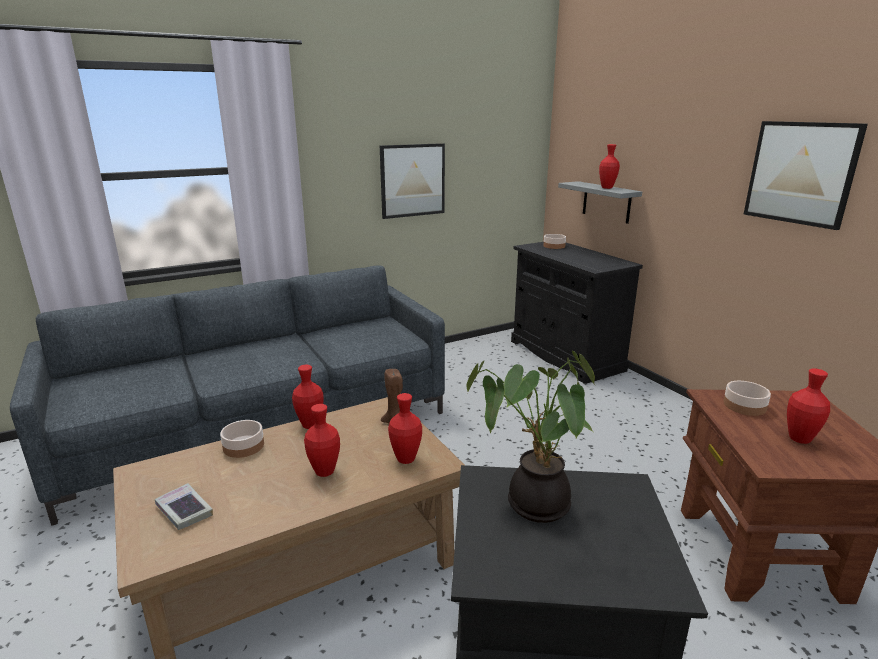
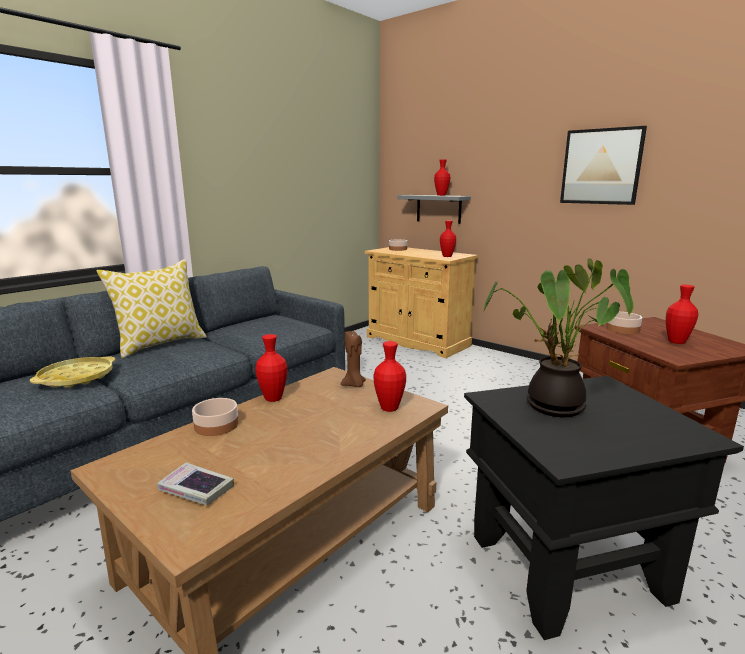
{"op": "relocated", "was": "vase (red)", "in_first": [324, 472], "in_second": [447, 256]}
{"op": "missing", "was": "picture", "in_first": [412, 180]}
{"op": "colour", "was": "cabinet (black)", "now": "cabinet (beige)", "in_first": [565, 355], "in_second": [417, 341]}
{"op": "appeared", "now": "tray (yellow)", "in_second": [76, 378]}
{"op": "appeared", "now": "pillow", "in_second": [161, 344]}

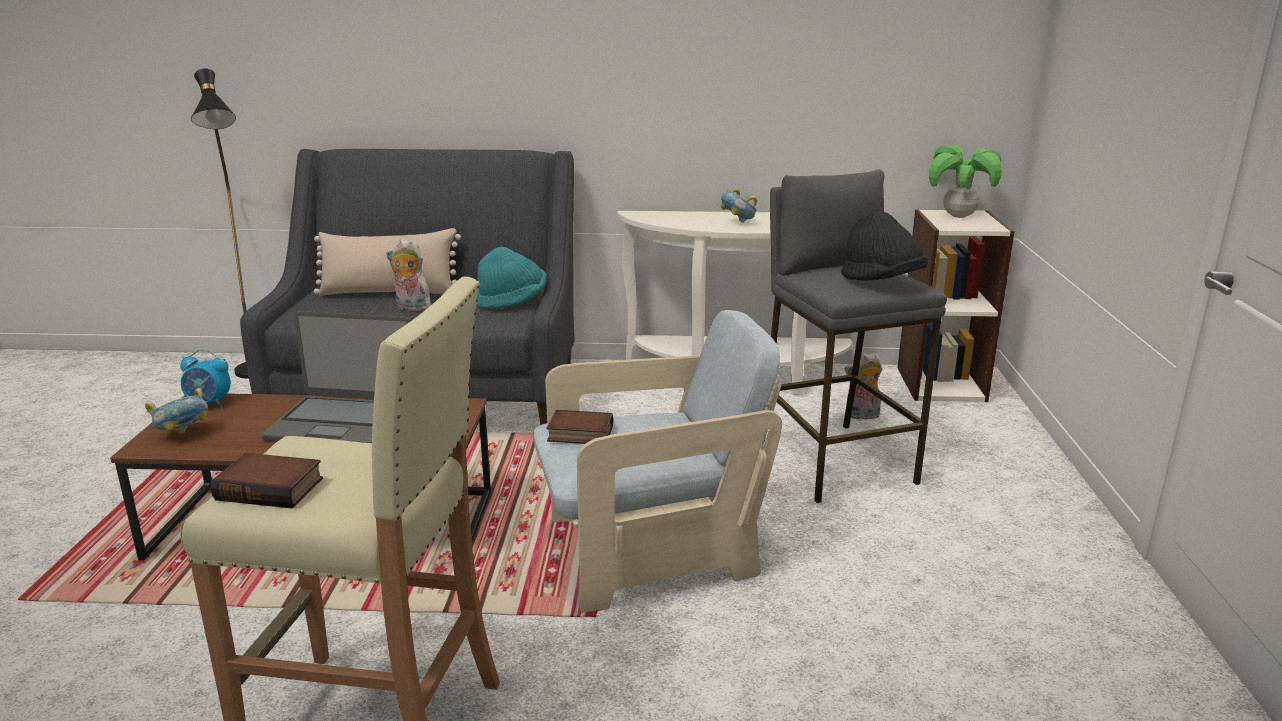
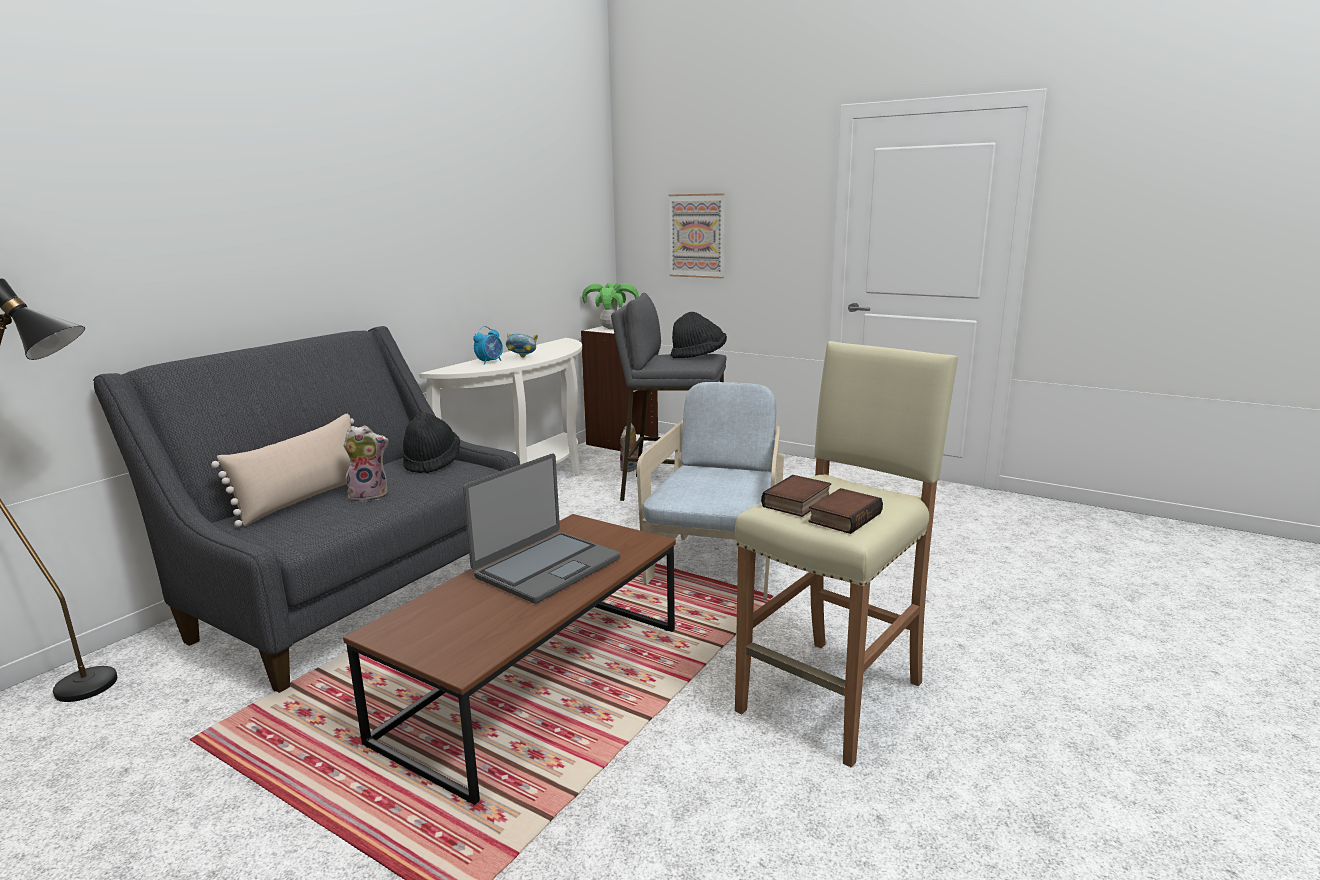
{"op": "missing", "was": "bowl", "in_first": [184, 434]}
{"op": "relocated", "was": "alarm clock", "in_first": [209, 404], "in_second": [490, 362]}
{"op": "spun", "was": "plush toy", "in_first": [411, 308], "in_second": [370, 495], "clockwise": -150}
{"op": "colour", "was": "hat (turquoise)", "now": "hat (black)", "in_first": [512, 302], "in_second": [432, 463]}
{"op": "relocated", "was": "book", "in_first": [579, 434], "in_second": [798, 503]}
{"op": "appeared", "now": "picture", "in_second": [697, 236]}

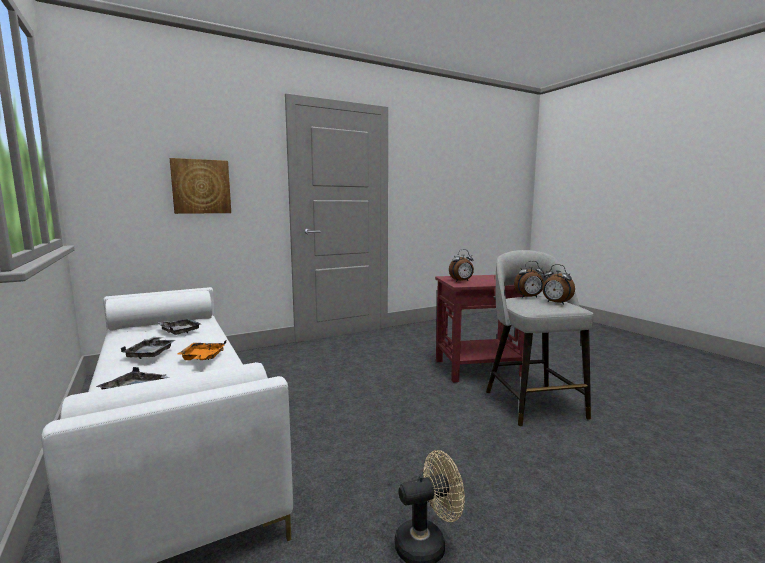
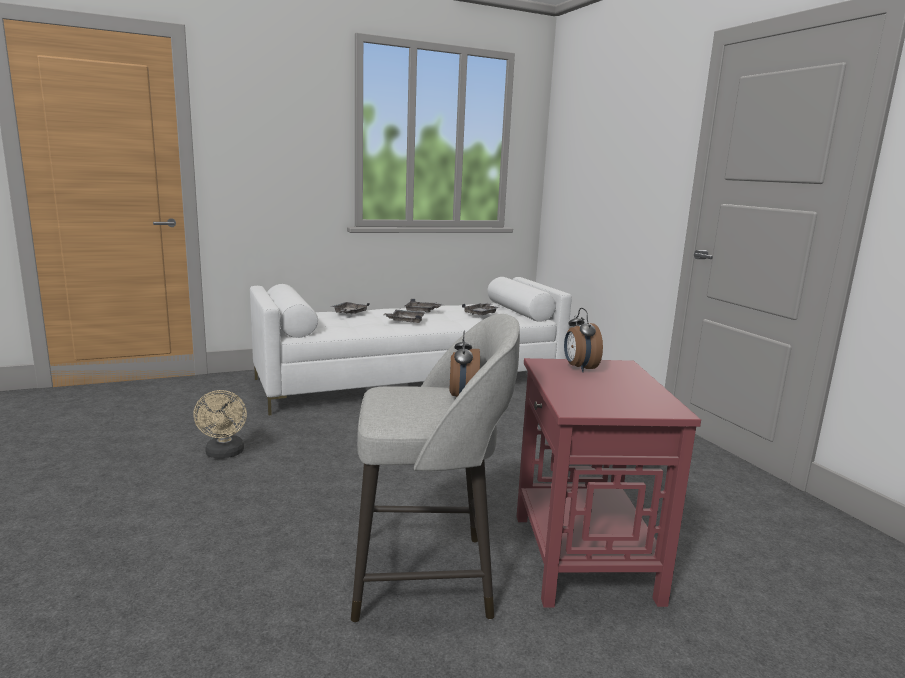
{"op": "missing", "was": "picture", "in_first": [201, 186]}
{"op": "colour", "was": "tray (orange)", "now": "tray (grey)", "in_first": [202, 358], "in_second": [405, 321]}
{"op": "missing", "was": "alarm clock", "in_first": [556, 303]}

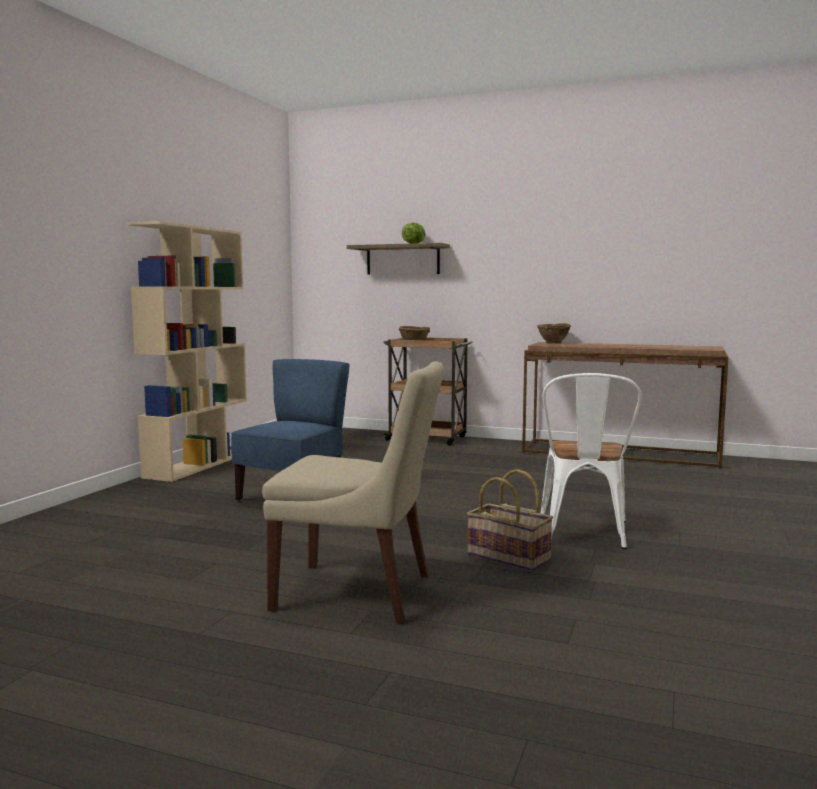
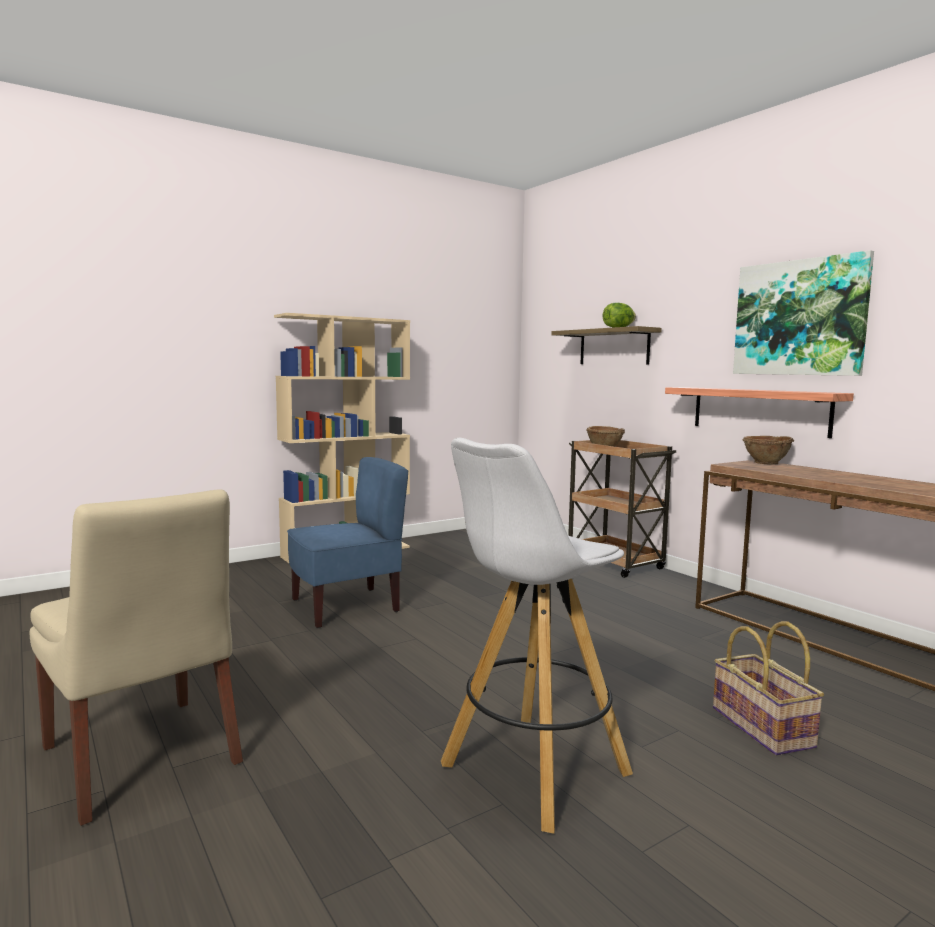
{"op": "relocated", "was": "basket", "in_first": [509, 557], "in_second": [763, 727]}
{"op": "exchanged", "was": "chair (white)", "now": "stool (white)", "in_first": [584, 535], "in_second": [532, 771]}
{"op": "appeared", "now": "shelf", "in_second": [759, 410]}
{"op": "appeared", "now": "picture", "in_second": [799, 318]}

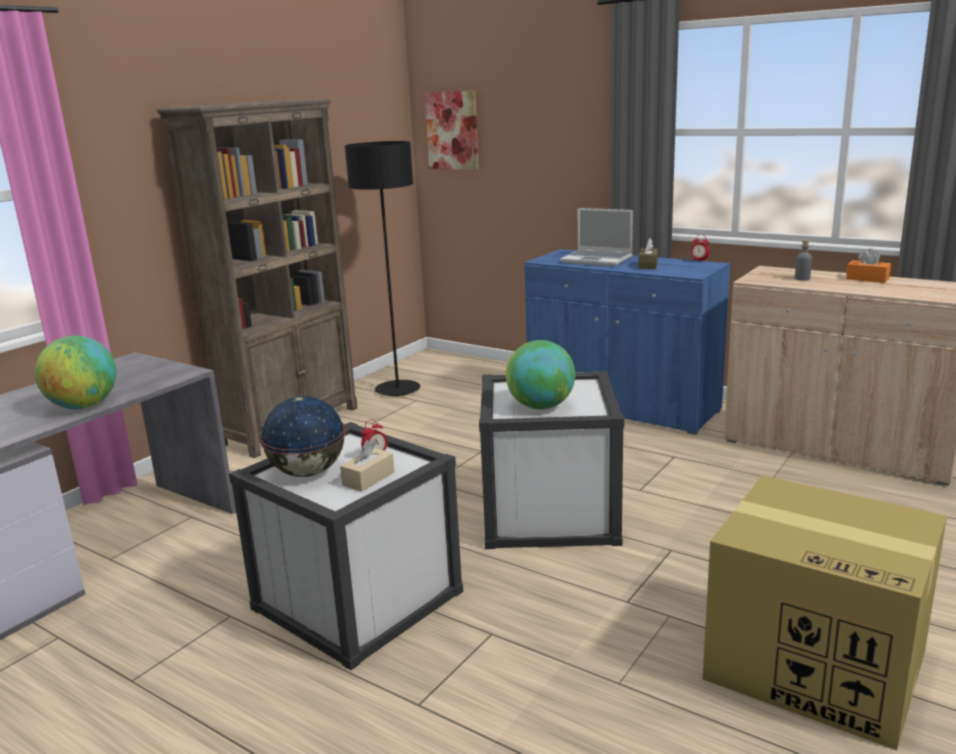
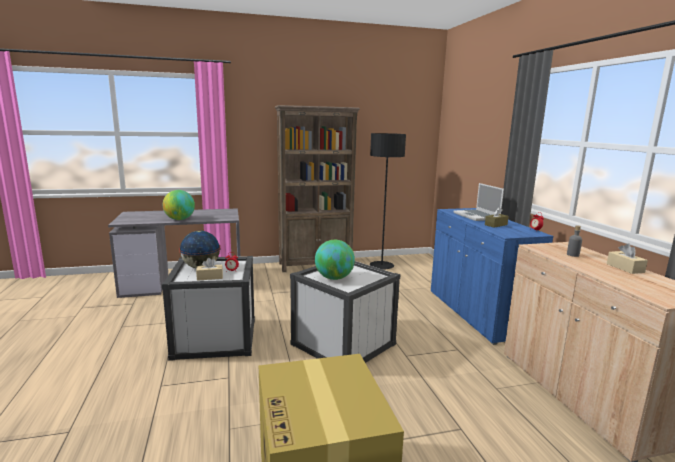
{"op": "missing", "was": "picture", "in_first": [452, 130]}
{"op": "colour", "was": "tissue box (orange)", "now": "tissue box (beige)", "in_first": [867, 279], "in_second": [625, 268]}

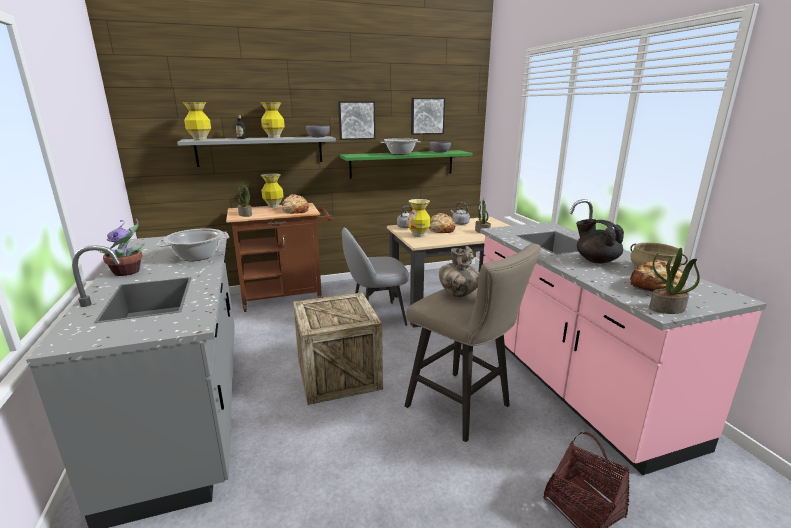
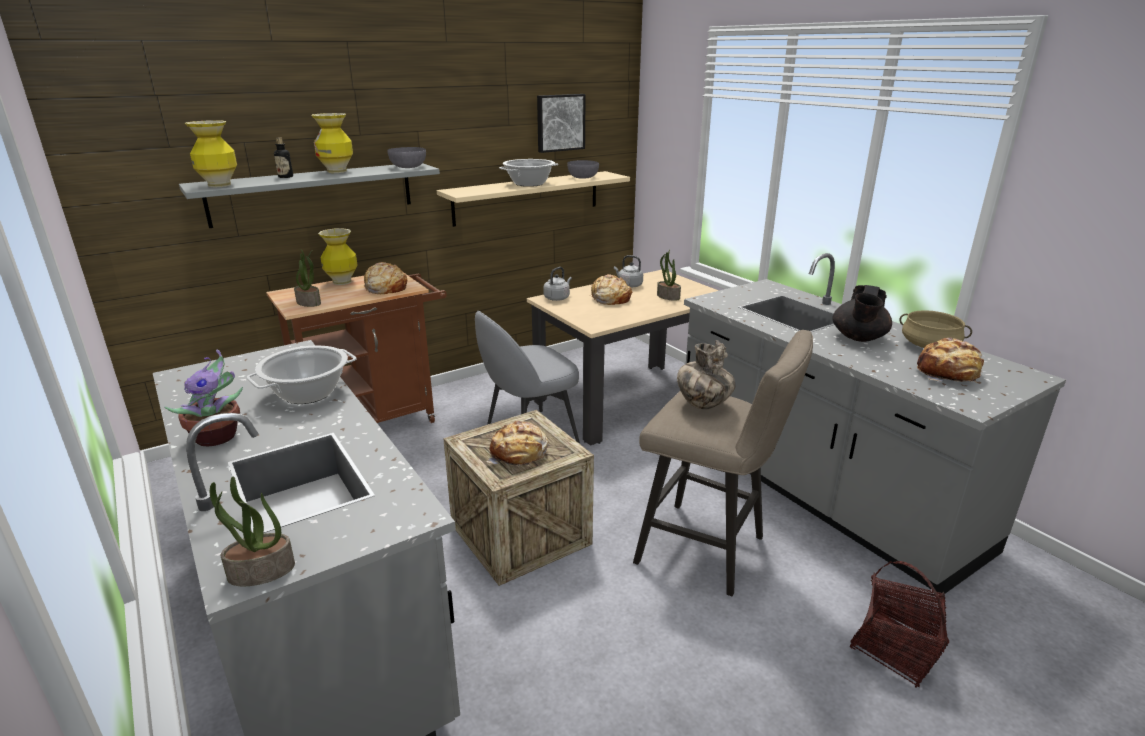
{"op": "missing", "was": "picture", "in_first": [356, 120]}
{"op": "colour", "was": "shelf (green)", "now": "shelf (beige)", "in_first": [402, 164], "in_second": [527, 198]}
{"op": "missing", "was": "vase", "in_first": [418, 235]}
{"op": "colour", "was": "counter (pink)", "now": "counter (grey)", "in_first": [569, 380], "in_second": [819, 490]}
{"op": "spun", "was": "teapot (black)", "in_first": [596, 260], "in_second": [858, 338], "clockwise": -105}
{"op": "relocated", "was": "potted plant", "in_first": [667, 309], "in_second": [260, 572]}
{"op": "appeared", "now": "bread", "in_second": [519, 454]}

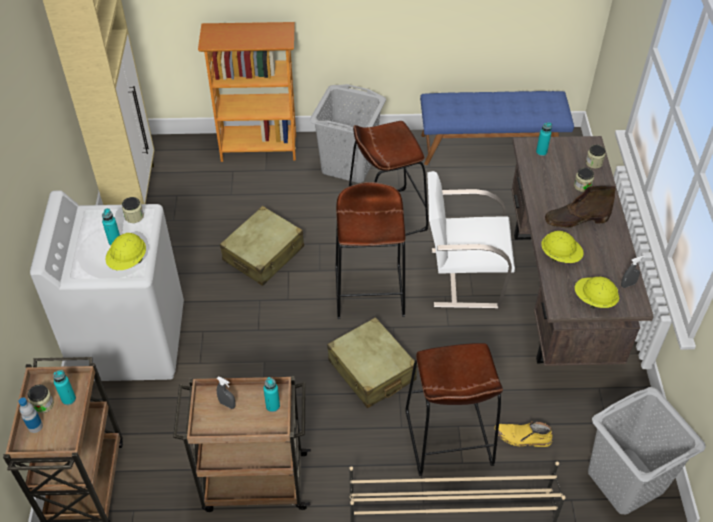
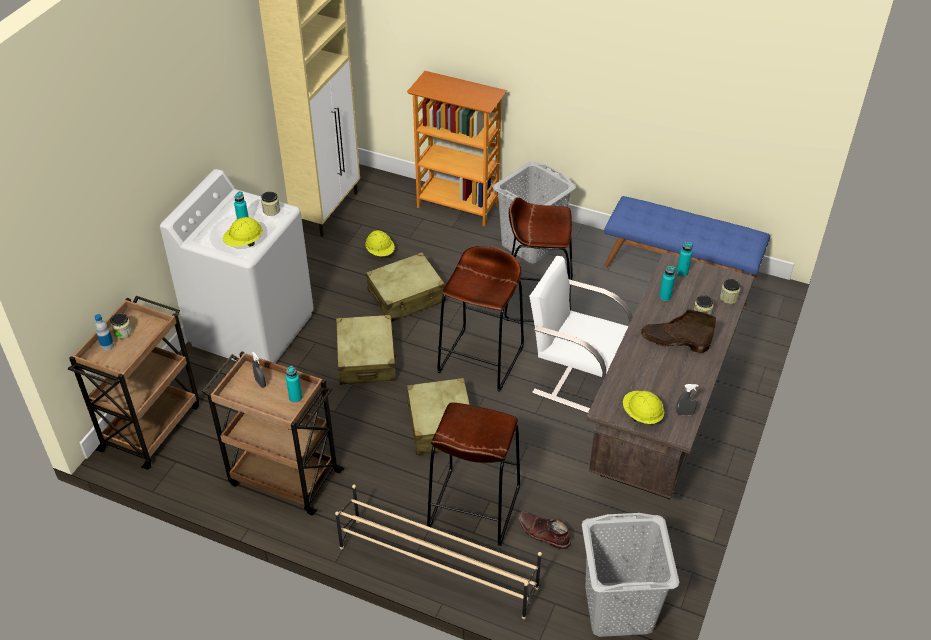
{"op": "relocated", "was": "bottle (turquoise)", "in_first": [68, 399], "in_second": [665, 297]}
{"op": "colour", "was": "boot (yellow)", "now": "boot (brown)", "in_first": [522, 437], "in_second": [543, 533]}
{"op": "relocated", "was": "hard hat (yellow)", "in_first": [560, 256], "in_second": [380, 252]}
{"op": "appeared", "now": "suitcase (beige)", "in_second": [366, 358]}

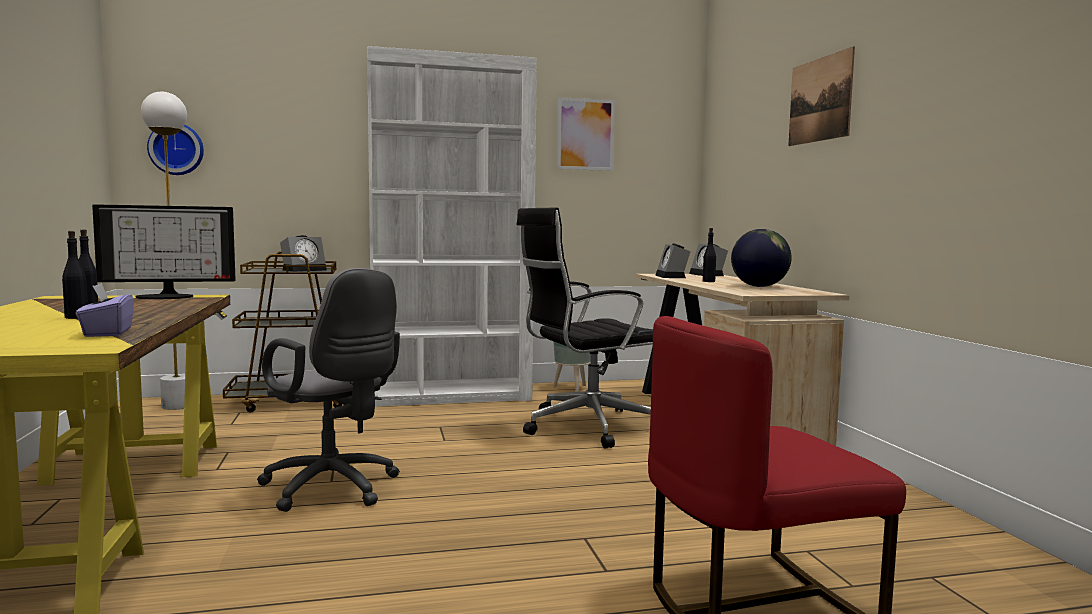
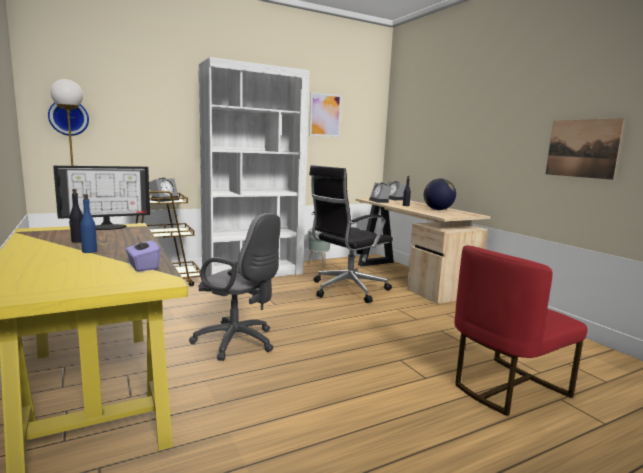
{"op": "colour", "was": "bottle (black)", "now": "bottle (blue)", "in_first": [76, 317], "in_second": [89, 251]}
{"op": "relocated", "was": "picture", "in_first": [820, 100], "in_second": [582, 148]}

